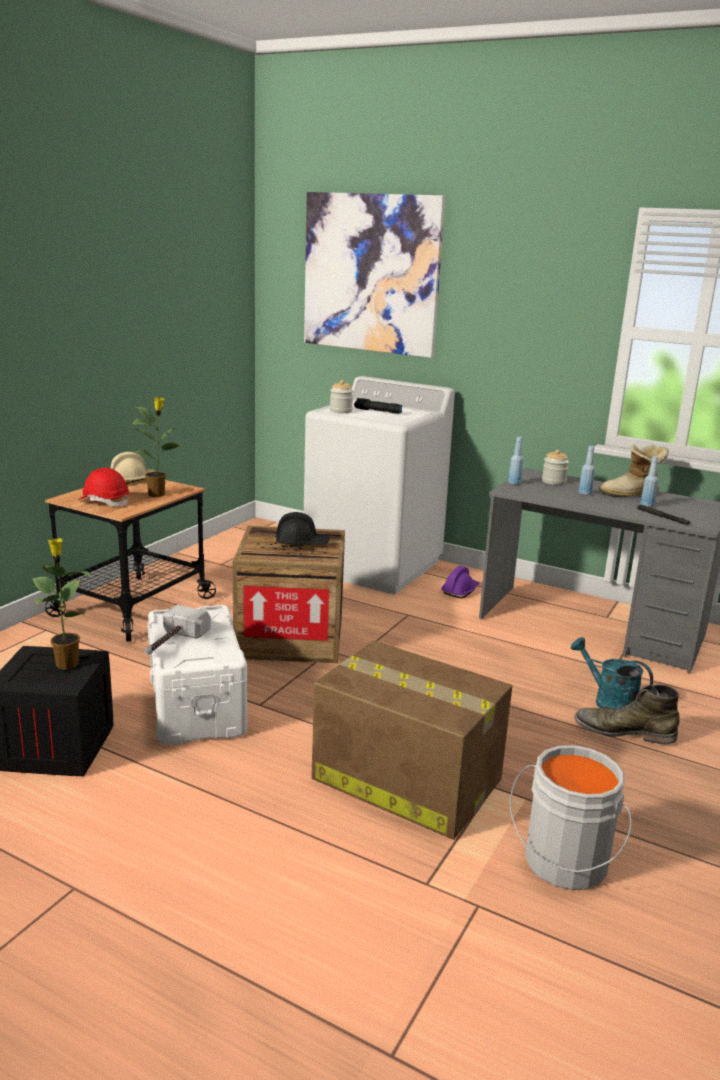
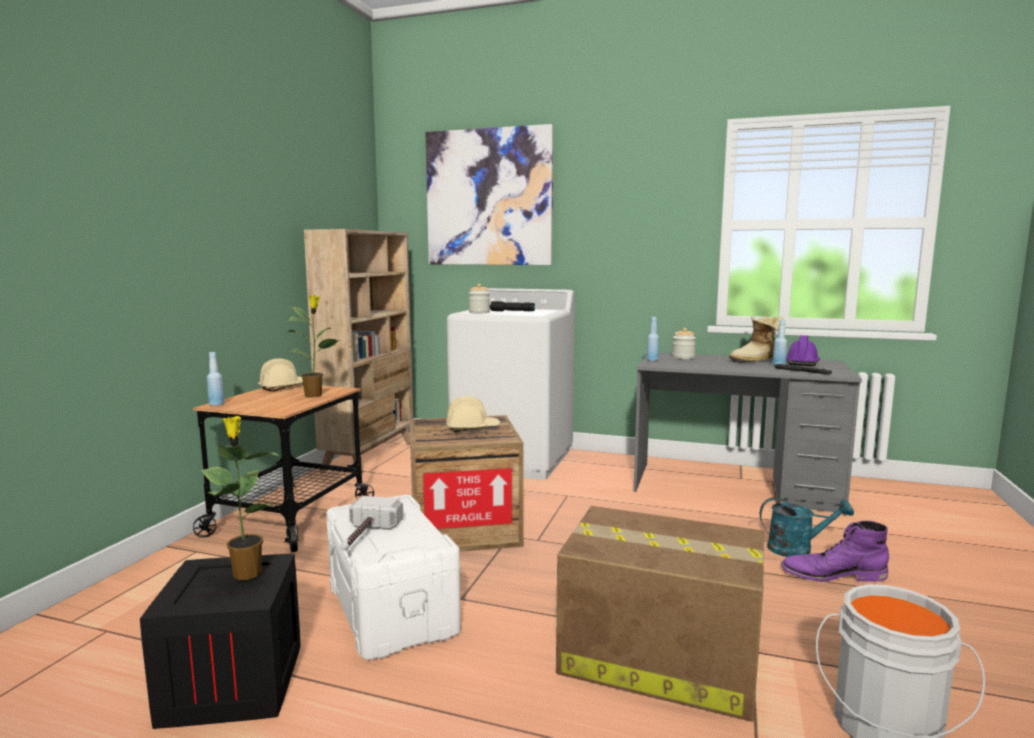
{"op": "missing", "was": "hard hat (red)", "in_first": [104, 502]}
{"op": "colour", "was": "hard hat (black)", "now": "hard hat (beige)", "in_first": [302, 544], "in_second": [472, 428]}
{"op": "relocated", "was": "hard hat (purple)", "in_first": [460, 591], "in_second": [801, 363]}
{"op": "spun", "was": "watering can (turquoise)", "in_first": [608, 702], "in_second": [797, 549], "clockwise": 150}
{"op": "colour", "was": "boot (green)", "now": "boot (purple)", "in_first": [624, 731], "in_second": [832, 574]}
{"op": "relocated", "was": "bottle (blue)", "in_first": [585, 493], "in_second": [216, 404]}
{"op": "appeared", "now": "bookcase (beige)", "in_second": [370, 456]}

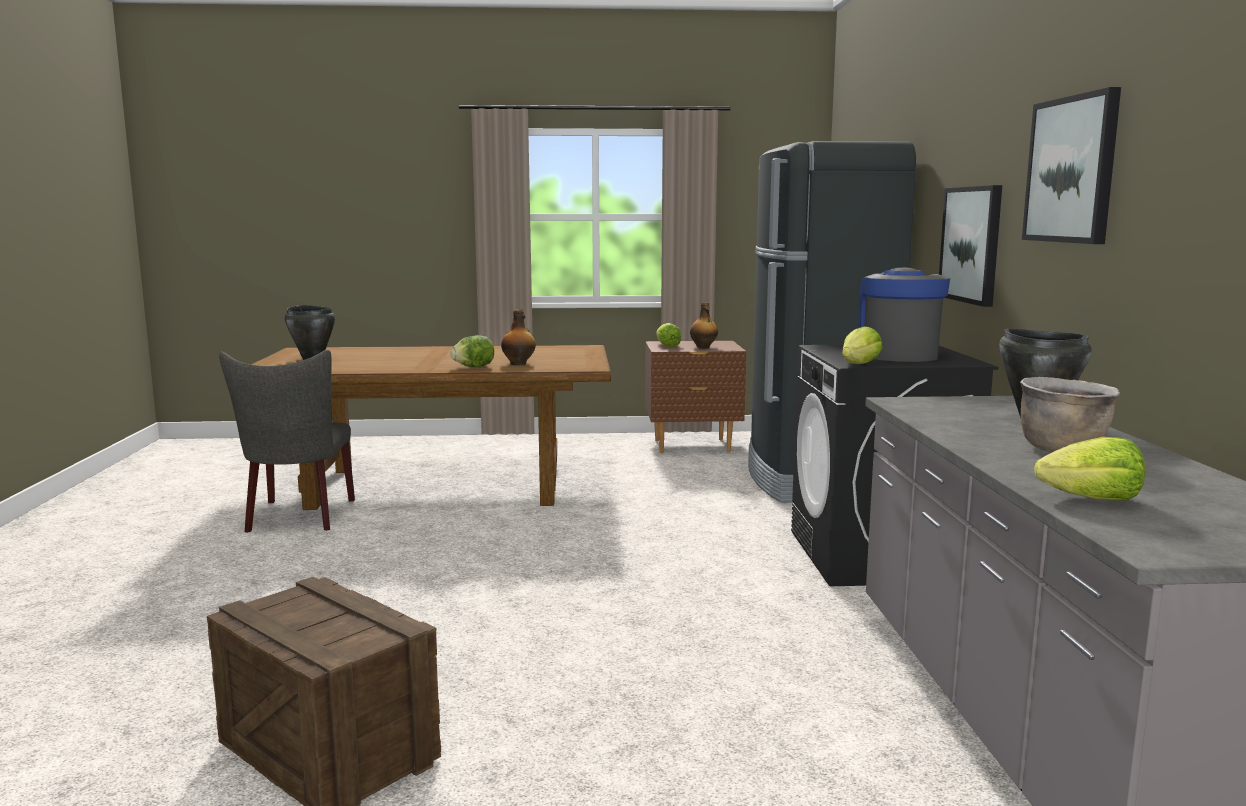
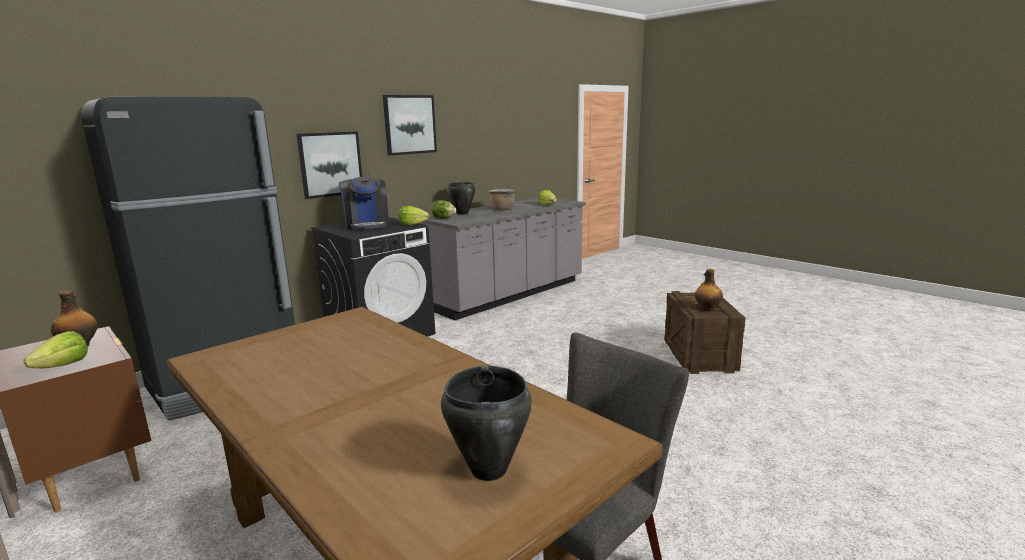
{"op": "relocated", "was": "lettuce", "in_first": [474, 367], "in_second": [443, 218]}
{"op": "relocated", "was": "bottle", "in_first": [519, 363], "in_second": [707, 309]}
{"op": "spun", "was": "coffee machine", "in_first": [897, 354], "in_second": [367, 225], "clockwise": -75}

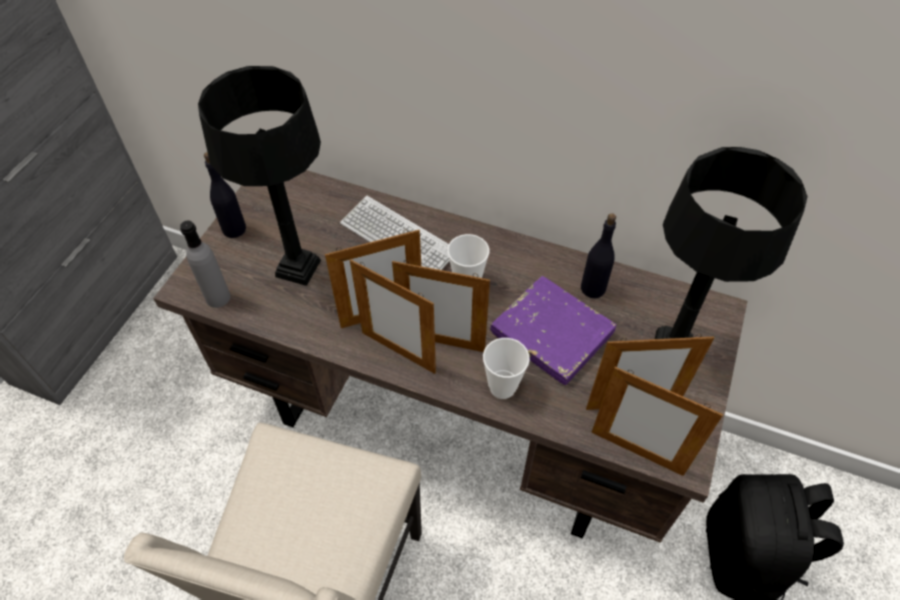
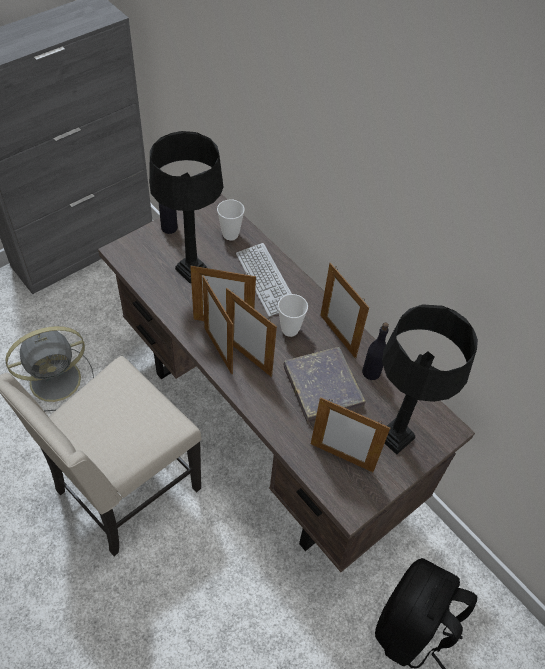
{"op": "missing", "was": "bottle (grey)", "in_first": [218, 297]}
{"op": "relocated", "was": "cup", "in_first": [502, 387], "in_second": [230, 234]}
{"op": "colour", "was": "book (purple)", "now": "book (grey)", "in_first": [552, 333], "in_second": [322, 387]}
{"op": "relocated", "was": "picture frame", "in_first": [636, 453], "in_second": [338, 336]}
{"op": "appeared", "now": "fan (grey)", "in_second": [58, 379]}

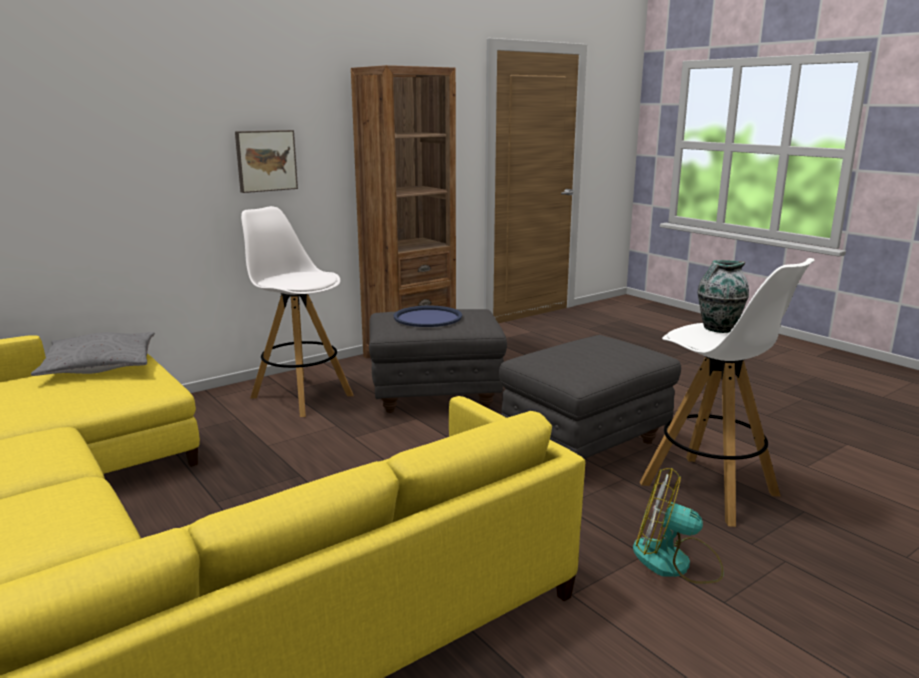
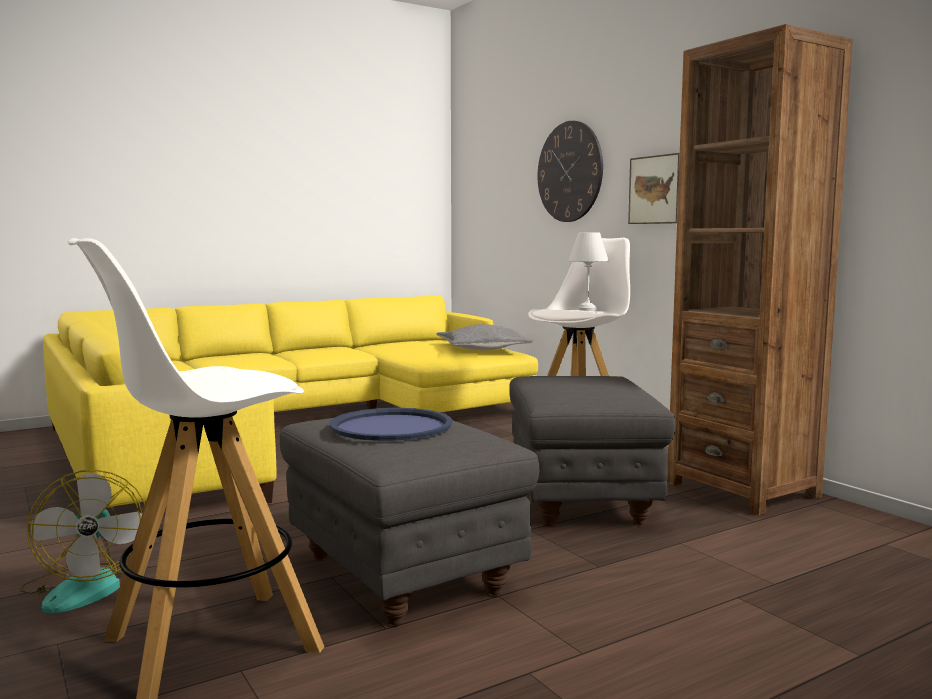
{"op": "relocated", "was": "tray (blue)", "in_first": [427, 318], "in_second": [391, 426]}
{"op": "spun", "was": "fan", "in_first": [675, 562], "in_second": [84, 587], "clockwise": 135}
{"op": "missing", "was": "vase", "in_first": [718, 328]}
{"op": "appeared", "now": "wall clock", "in_second": [569, 172]}
{"op": "appeared", "now": "table lamp (white)", "in_second": [588, 309]}

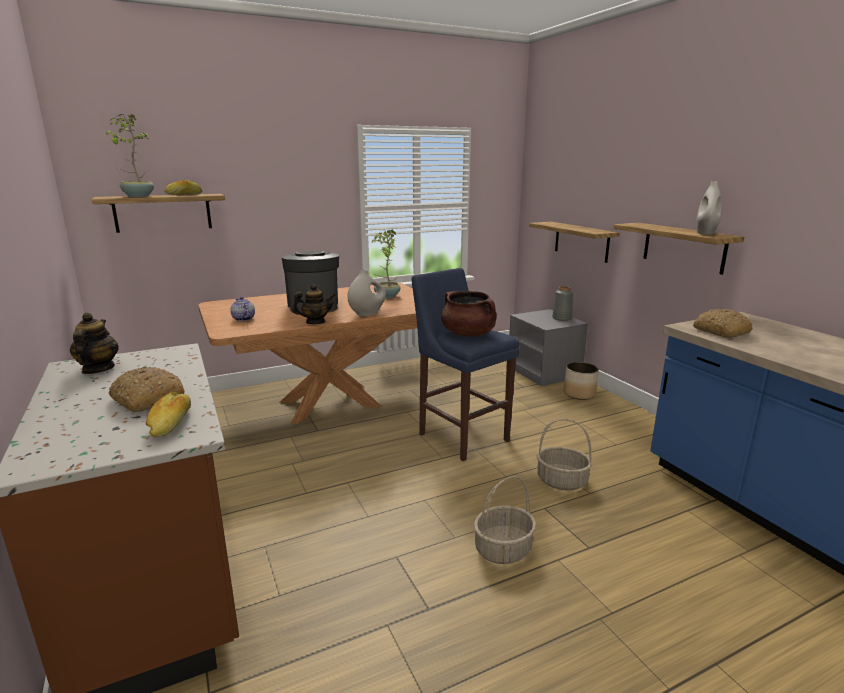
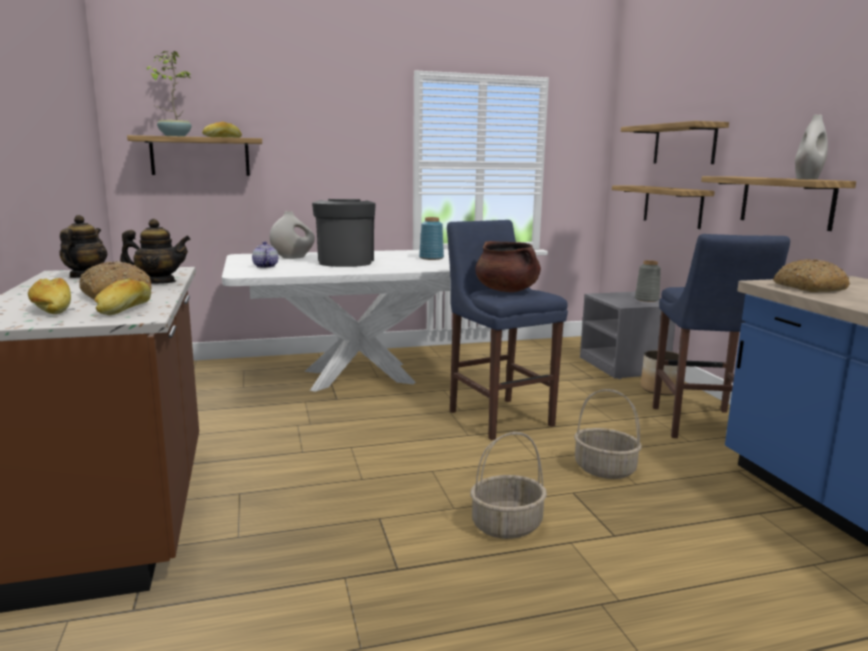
{"op": "colour", "was": "dining table (brown)", "now": "dining table (white)", "in_first": [329, 403], "in_second": [358, 376]}
{"op": "relocated", "was": "teapot", "in_first": [315, 322], "in_second": [159, 282]}
{"op": "relocated", "was": "vase (white)", "in_first": [367, 314], "in_second": [293, 257]}
{"op": "exchanged", "was": "potted plant", "now": "vase (blue)", "in_first": [386, 296], "in_second": [431, 258]}
{"op": "appeared", "now": "bread", "in_second": [51, 309]}
{"op": "appeared", "now": "shelf", "in_second": [684, 144]}
{"op": "appeared", "now": "stool (blue)", "in_second": [701, 426]}

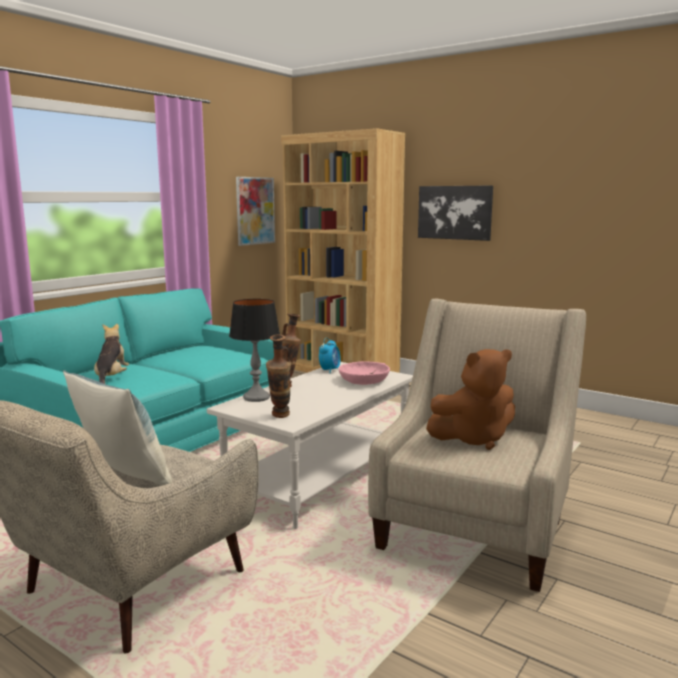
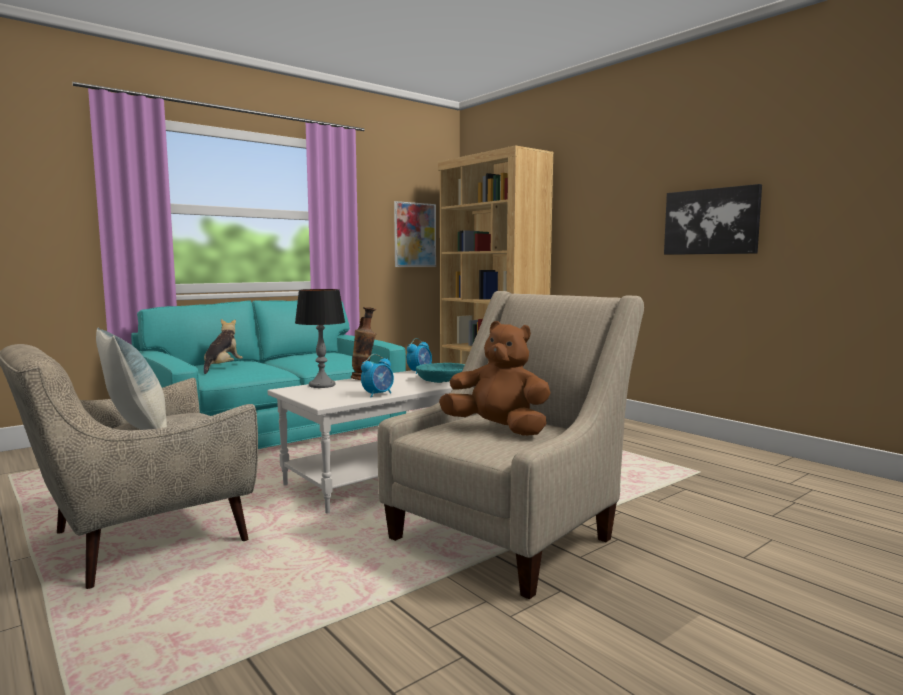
{"op": "missing", "was": "vase", "in_first": [280, 417]}
{"op": "colour", "was": "bowl (pink)", "now": "bowl (turquoise)", "in_first": [364, 380], "in_second": [442, 380]}
{"op": "relocated", "was": "picture", "in_first": [455, 212], "in_second": [711, 221]}
{"op": "spun", "was": "plush toy (brown)", "in_first": [474, 439], "in_second": [498, 429], "clockwise": -150}
{"op": "appeared", "now": "alarm clock", "in_second": [378, 394]}

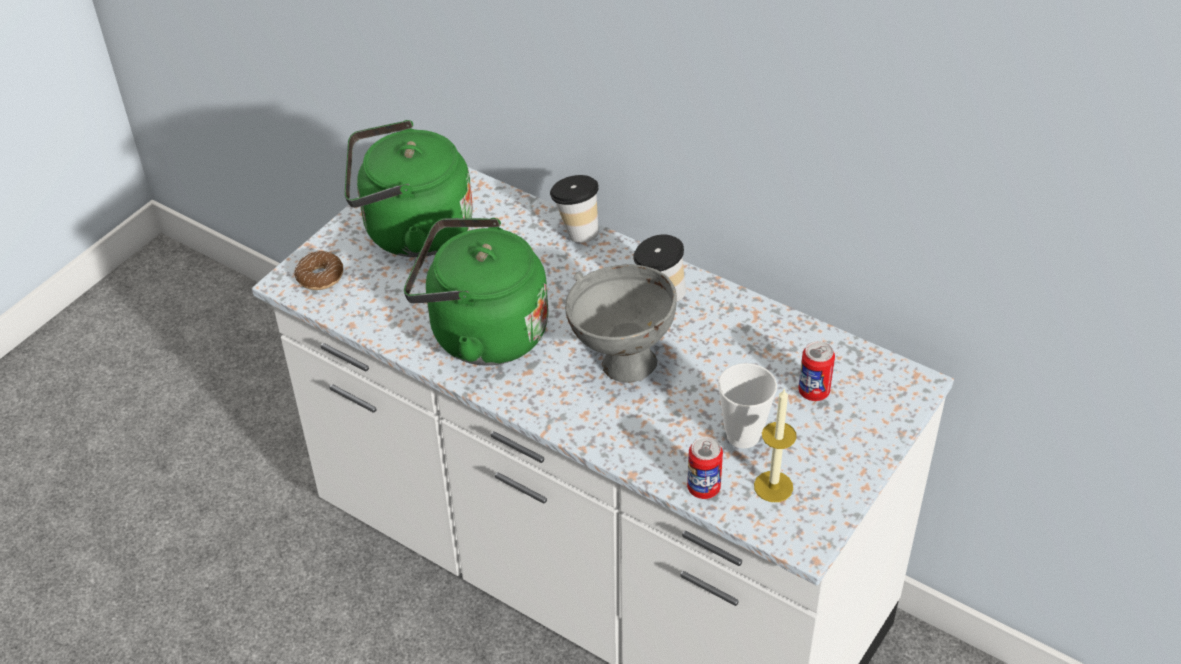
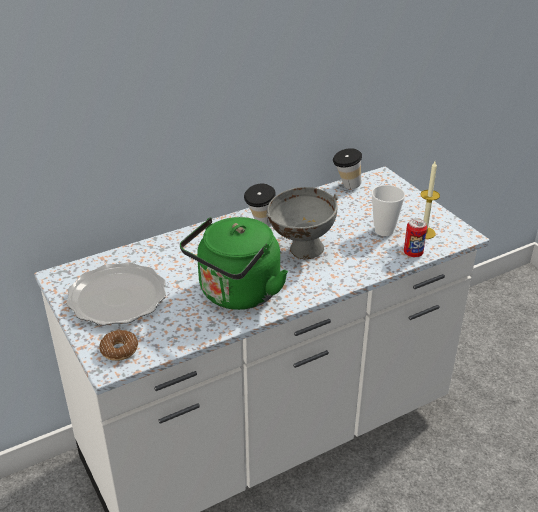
{"op": "exchanged", "was": "kettle (green)", "now": "plate", "in_first": [411, 231], "in_second": [116, 297]}
{"op": "relocated", "was": "cup", "in_first": [576, 231], "in_second": [346, 186]}
{"op": "missing", "was": "can", "in_first": [813, 391]}

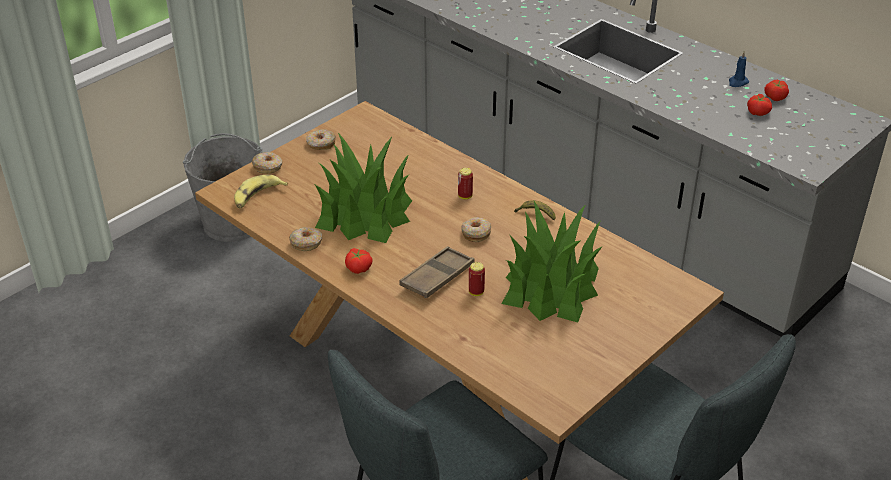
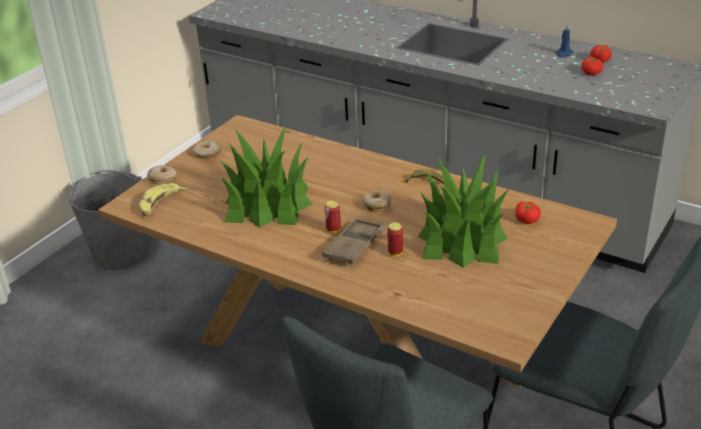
{"op": "missing", "was": "donut", "in_first": [306, 243]}
{"op": "relocated", "was": "tomato", "in_first": [359, 267], "in_second": [527, 219]}
{"op": "relocated", "was": "can", "in_first": [465, 196], "in_second": [333, 230]}

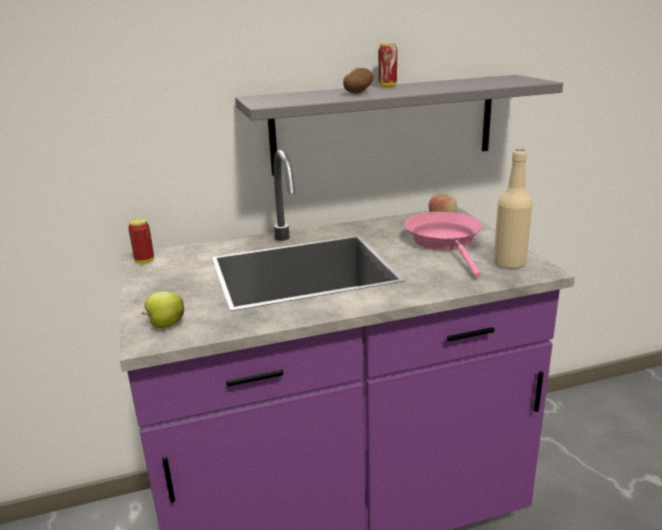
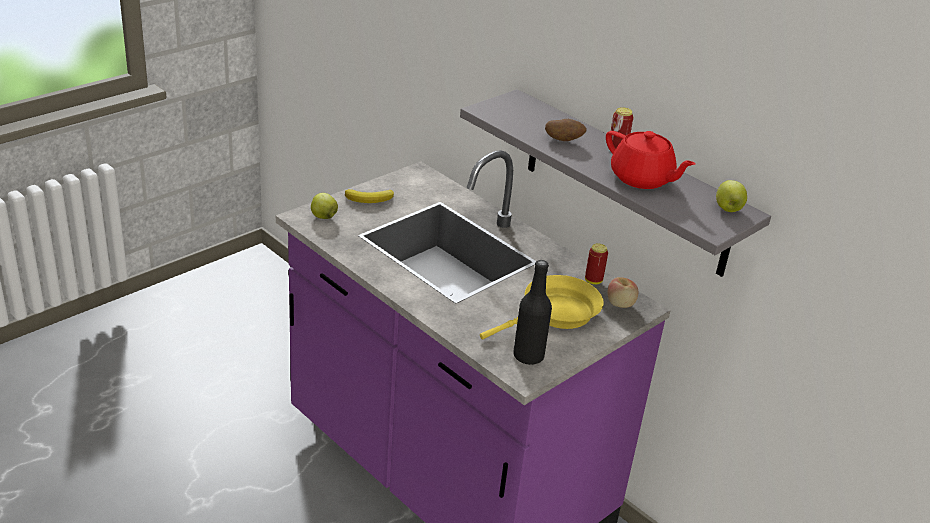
{"op": "relocated", "was": "can", "in_first": [144, 261], "in_second": [593, 281]}
{"op": "colour", "was": "frying pan (pink)", "now": "frying pan (yellow)", "in_first": [445, 242], "in_second": [555, 314]}
{"op": "colour", "was": "bottle (beige)", "now": "bottle (black)", "in_first": [509, 264], "in_second": [528, 356]}
{"op": "appeared", "now": "banana", "in_second": [370, 199]}
{"op": "appeared", "now": "teapot (red)", "in_second": [642, 179]}
{"op": "appeared", "now": "apple", "in_second": [728, 209]}

